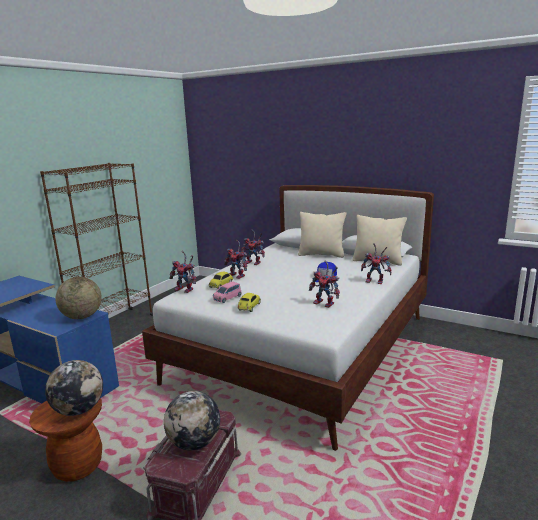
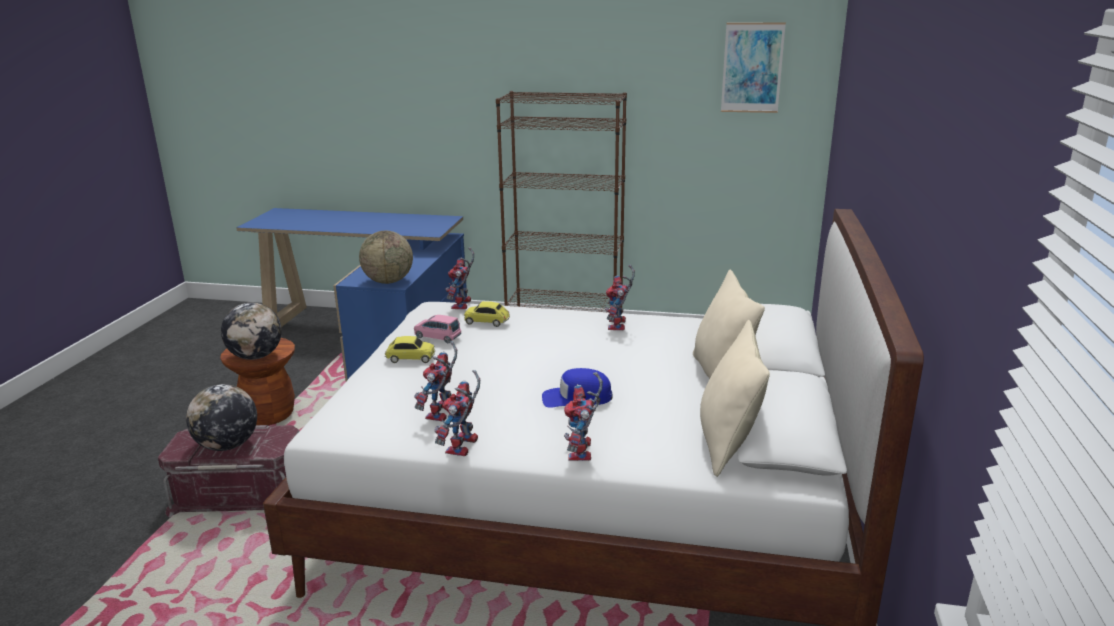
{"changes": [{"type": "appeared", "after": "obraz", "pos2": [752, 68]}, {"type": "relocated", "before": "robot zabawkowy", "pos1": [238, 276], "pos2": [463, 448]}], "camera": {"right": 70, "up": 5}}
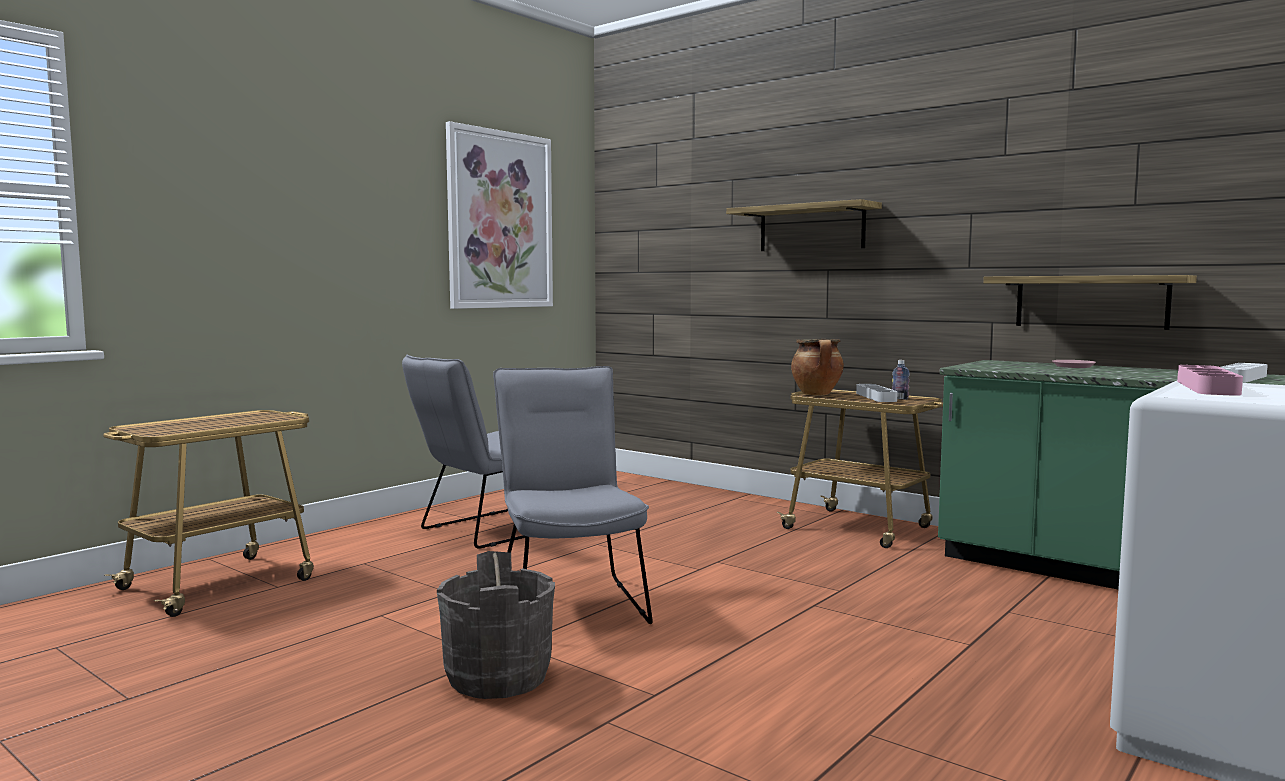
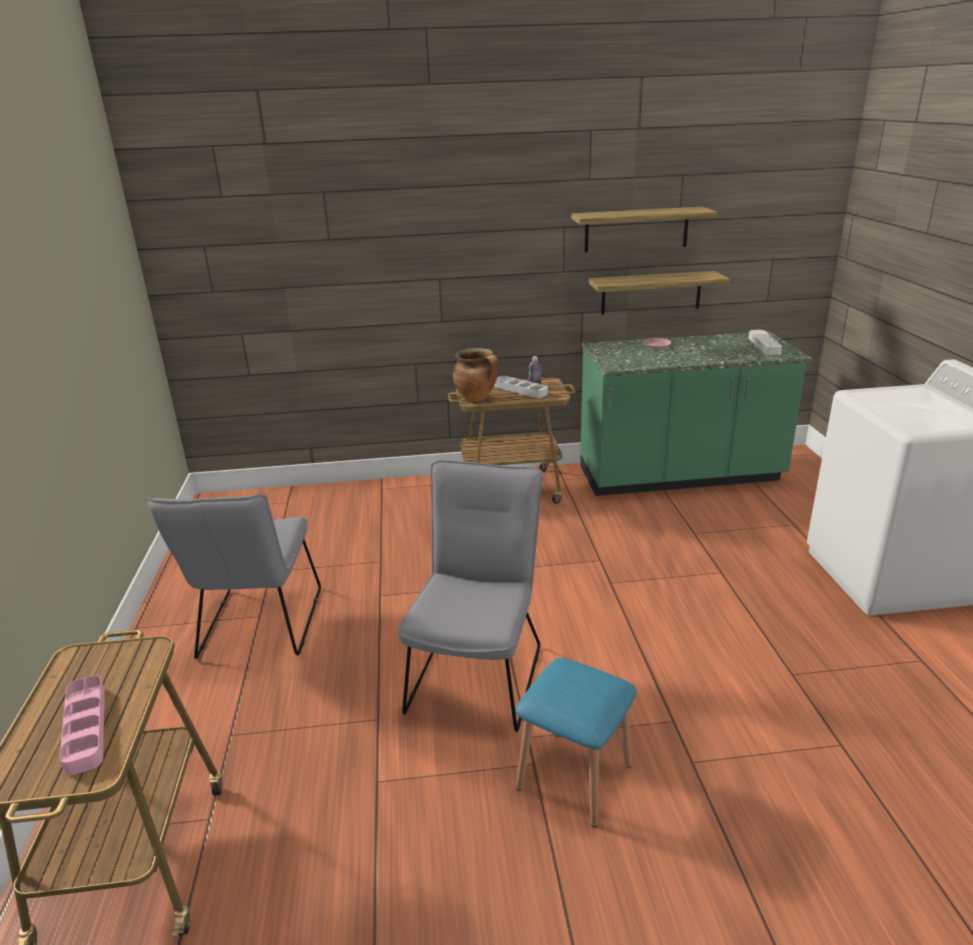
{"changes": [{"type": "missing", "before": "obraz", "pos1": [500, 220]}, {"type": "relocated", "before": "półka", "pos1": [811, 228], "pos2": [636, 229]}, {"type": "relocated", "before": "taca (różowy)", "pos1": [1207, 387], "pos2": [85, 728]}, {"type": "exchanged", "before": "wiadro (szary)", "after": "stołek (niebieski)", "pos1": [497, 677], "pos2": [574, 776]}, {"type": "spun", "before": "krzesło (szary)", "pos1": [569, 602], "pos2": [478, 671], "turn": 75}], "camera": {"right": -45, "up": 20}}
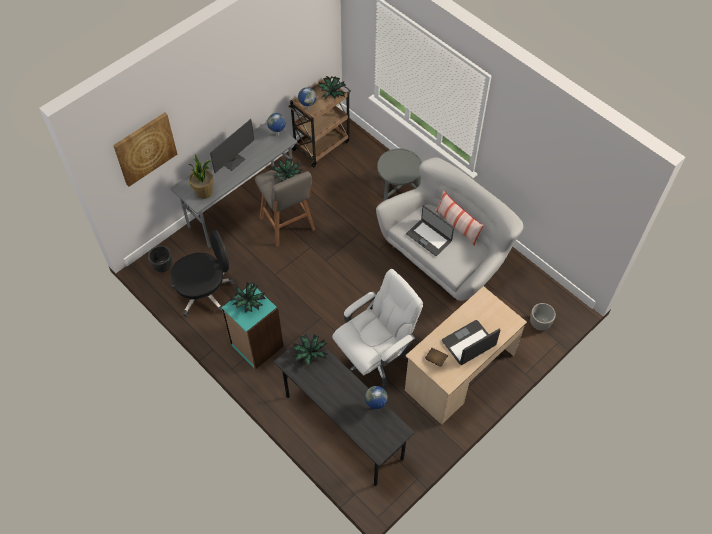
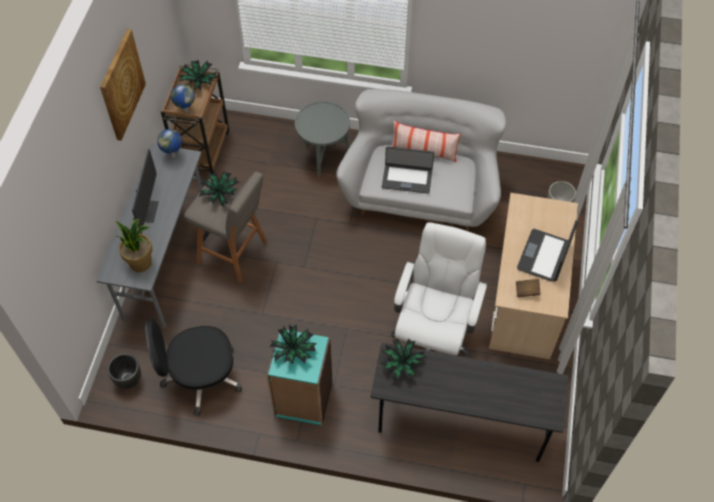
{"changes": [{"type": "missing", "before": "globus", "pos1": [376, 406]}, {"type": "relocated", "before": "obraz", "pos1": [145, 148], "pos2": [121, 85]}, {"type": "spun", "before": "krzesło biurowe (czarny)", "pos1": [205, 292], "pos2": [201, 377], "turn": -135}], "camera": {"right": -35, "up": 0}}
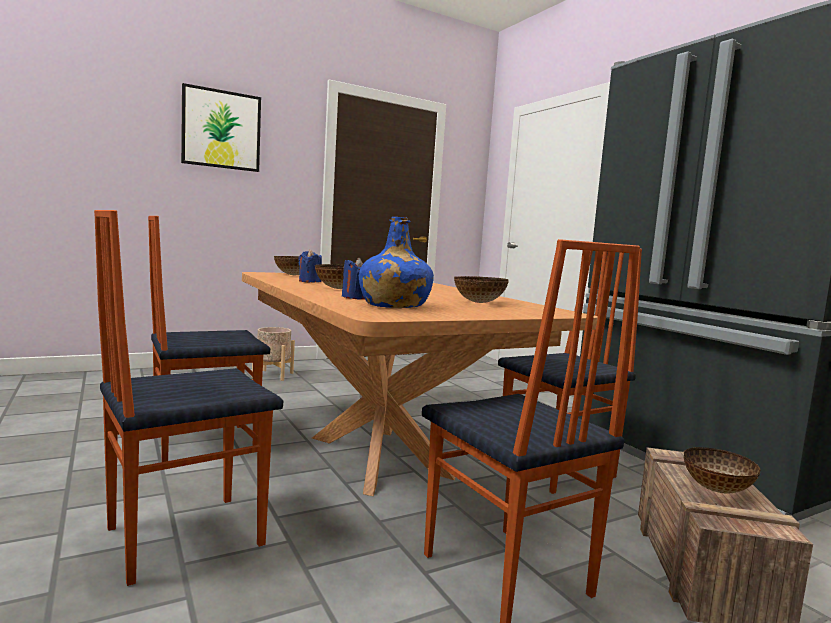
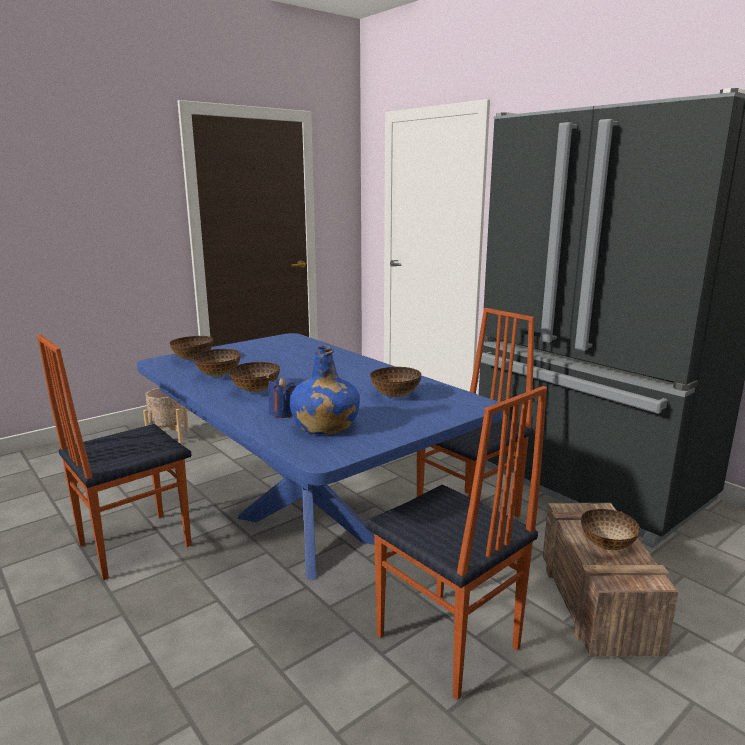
{"changes": [{"type": "missing", "before": "krzesło", "pos1": [183, 535]}, {"type": "missing", "before": "obraz", "pos1": [221, 129]}, {"type": "exchanged", "before": "świeca (niebieski)", "after": "miska", "pos1": [309, 281], "pos2": [218, 375]}, {"type": "colour", "before": "stół jadalny (brązowy)", "after": "stół jadalny (niebieski)", "pos1": [378, 456], "pos2": [307, 530]}], "camera": {"right": -10, "up": 10}}
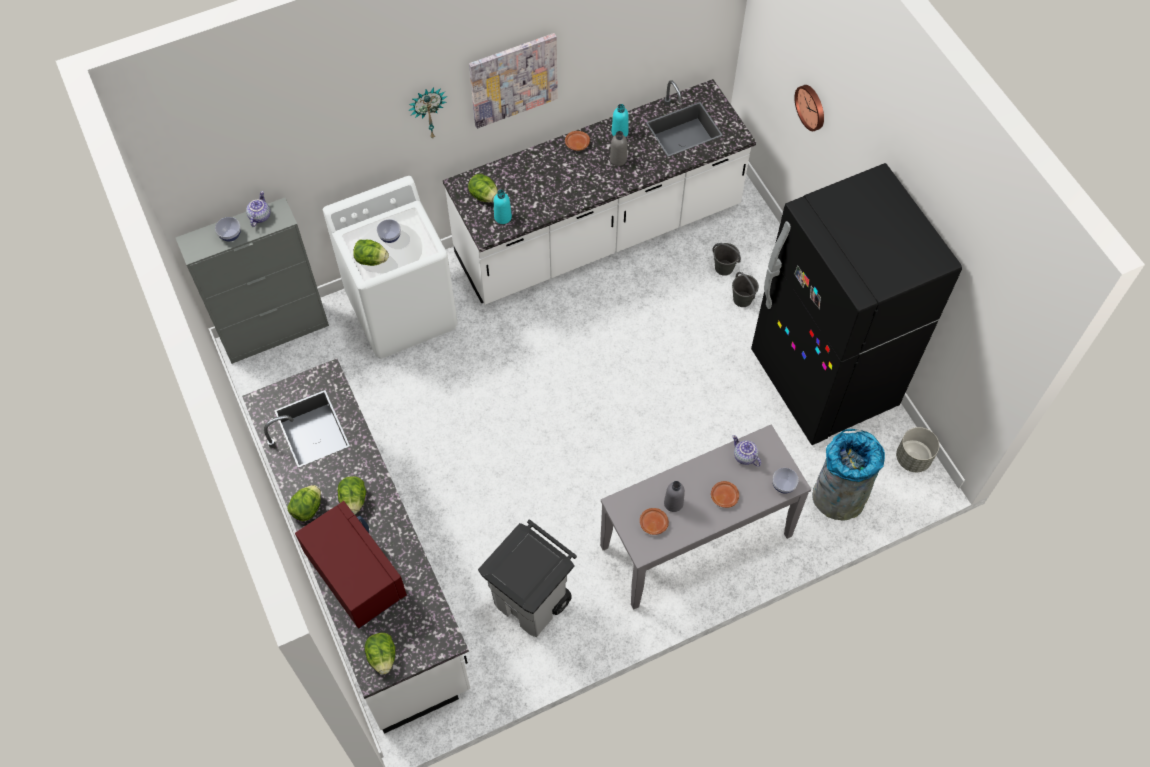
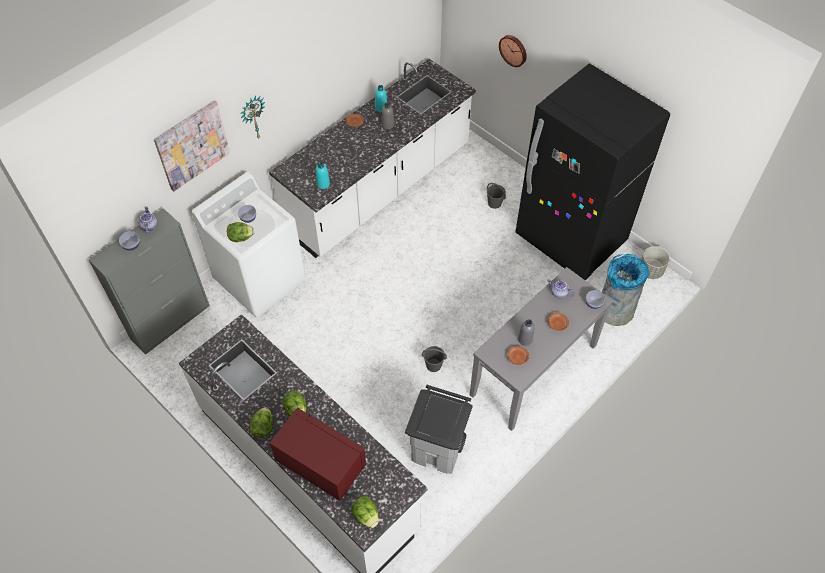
{"changes": [{"type": "missing", "before": "sałata", "pos1": [484, 196]}, {"type": "relocated", "before": "obraz", "pos1": [513, 79], "pos2": [192, 145]}, {"type": "relocated", "before": "wiadro (szary)", "pos1": [724, 268], "pos2": [434, 365]}], "camera": {"right": -20, "up": -5}}
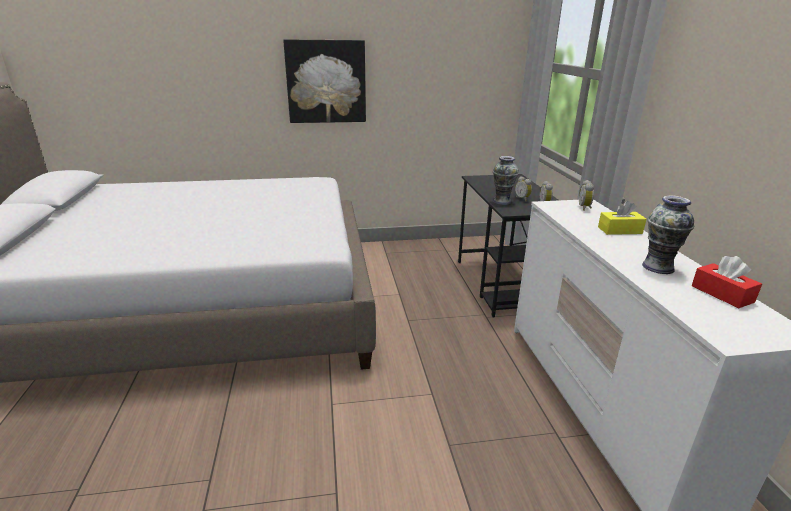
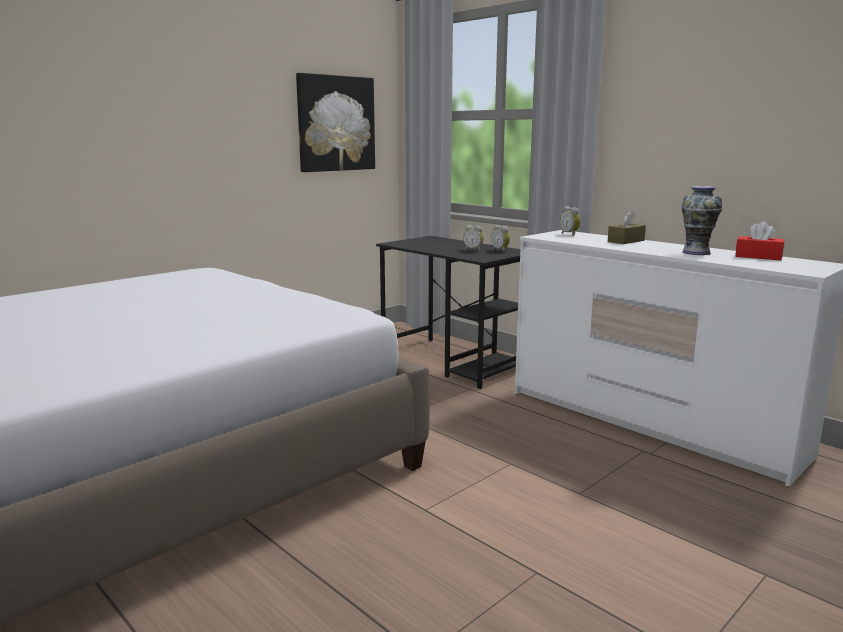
{"changes": [{"type": "missing", "before": "wazon", "pos1": [501, 201]}, {"type": "relocated", "before": "obraz", "pos1": [326, 82], "pos2": [335, 123]}, {"type": "colour", "before": "pudełko chusteczek (żółty)", "after": "pudełko chusteczek (brązowy)", "pos1": [619, 230], "pos2": [626, 241]}], "camera": {"right": -35, "up": -10}}
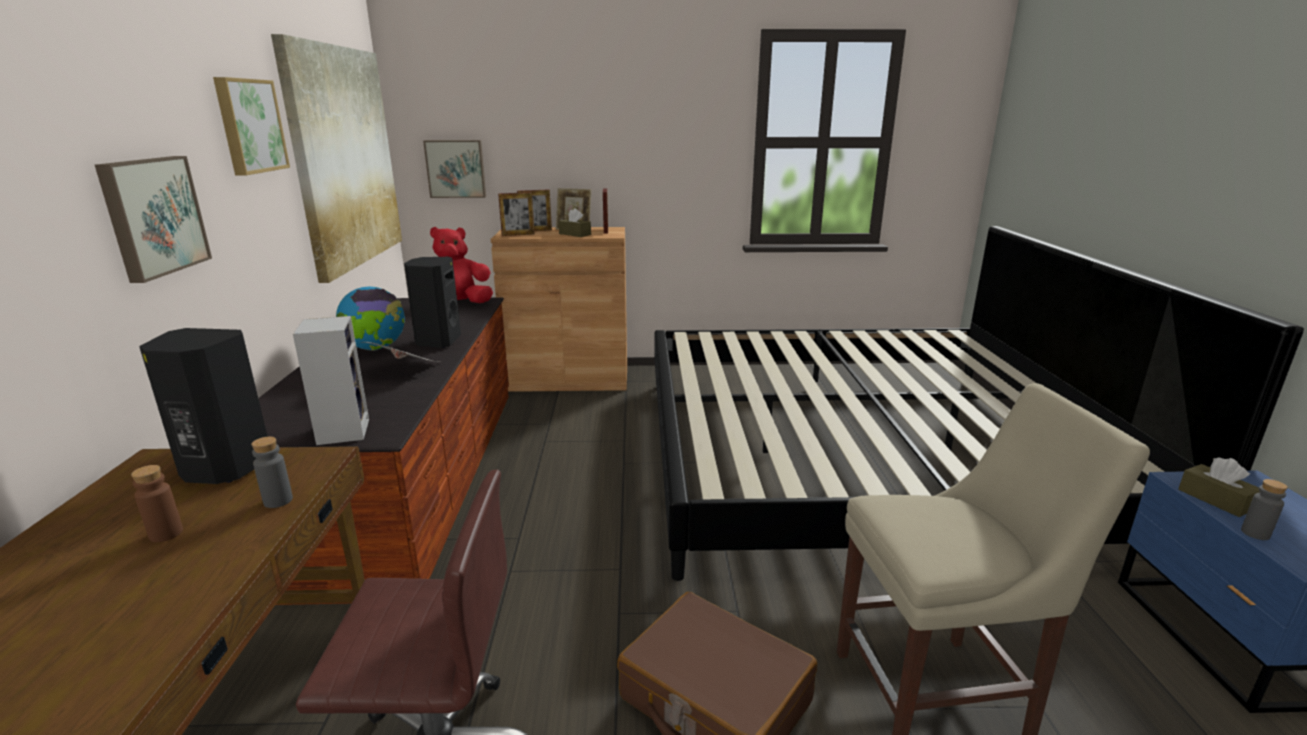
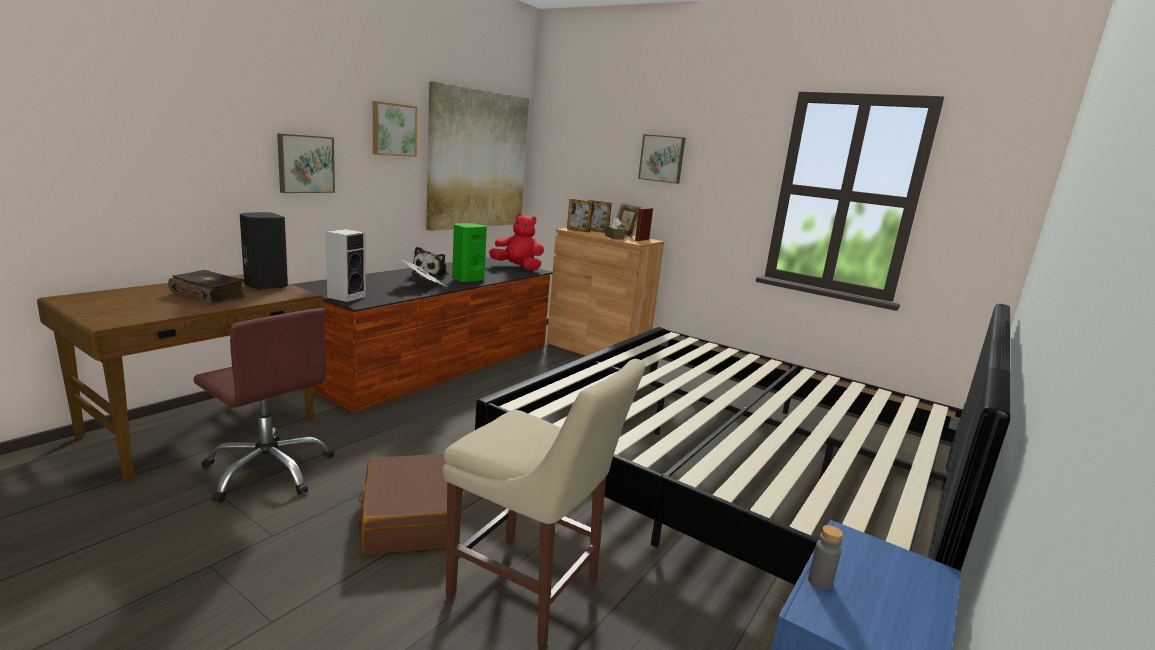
{"changes": [{"type": "missing", "before": "butelka (szary)", "pos1": [278, 501]}, {"type": "missing", "before": "pudełko chusteczek (brązowy)", "pos1": [1215, 499]}, {"type": "relocated", "before": "obraz", "pos1": [456, 169], "pos2": [662, 158]}, {"type": "exchanged", "before": "butelka (brązowy)", "after": "książka", "pos1": [166, 534], "pos2": [209, 295]}, {"type": "exchanged", "before": "globus", "after": "pluszak", "pos1": [375, 349], "pos2": [432, 274]}, {"type": "colour", "before": "głośnik (czarny)", "after": "głośnik (zielony)", "pos1": [437, 341], "pos2": [467, 279]}], "camera": {"right": 35, "up": -5}}
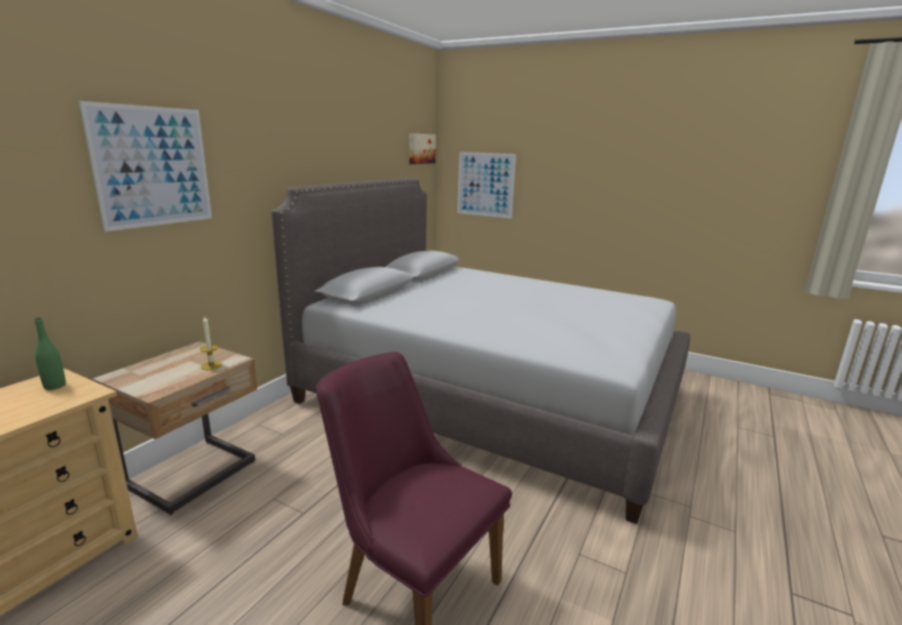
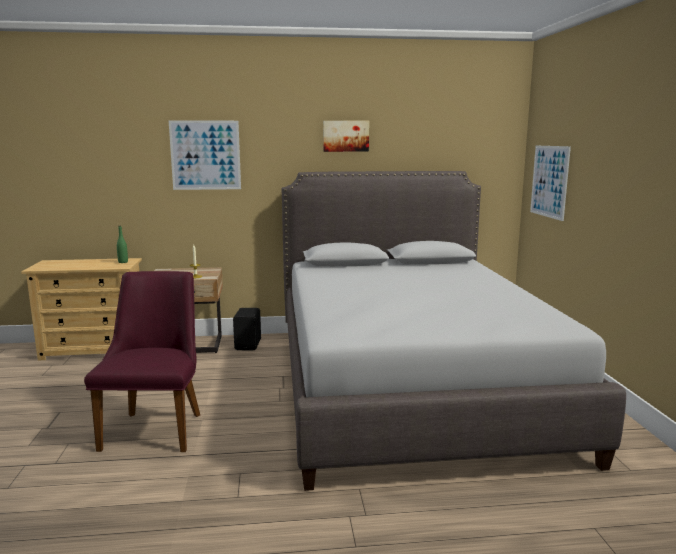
{"changes": [{"type": "appeared", "after": "głośnik (czarny)", "pos2": [249, 345]}, {"type": "relocated", "before": "obraz", "pos1": [421, 148], "pos2": [345, 136]}], "camera": {"right": 55, "up": -5}}
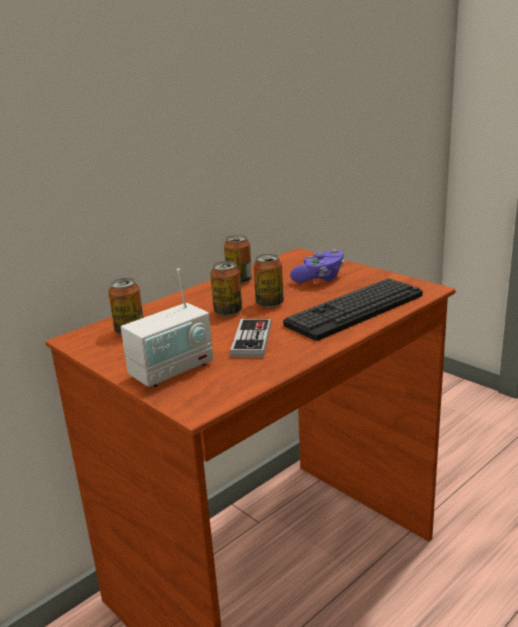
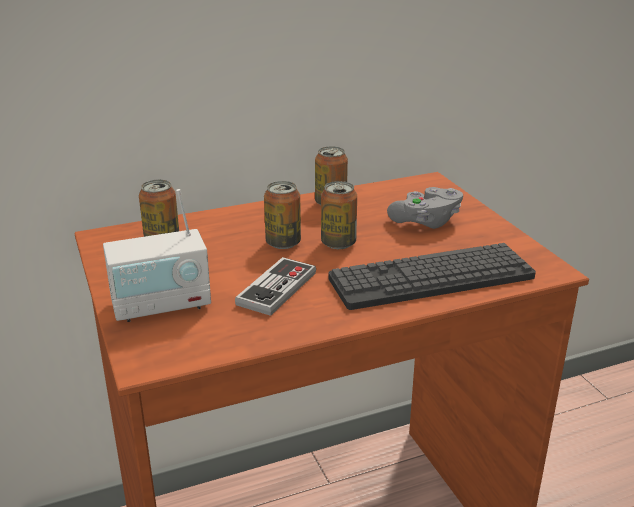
{"changes": [{"type": "colour", "before": "pad do gier (fioletowy)", "after": "pad do gier (szary)", "pos1": [319, 278], "pos2": [426, 221]}], "camera": {"right": 20, "up": 5}}
